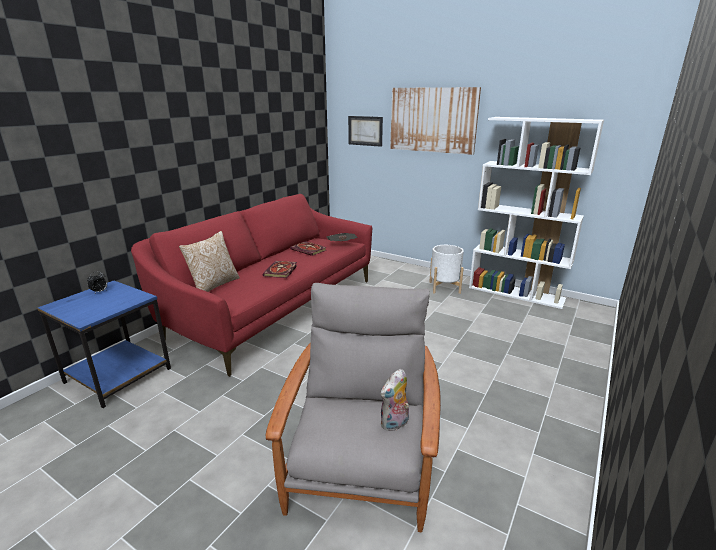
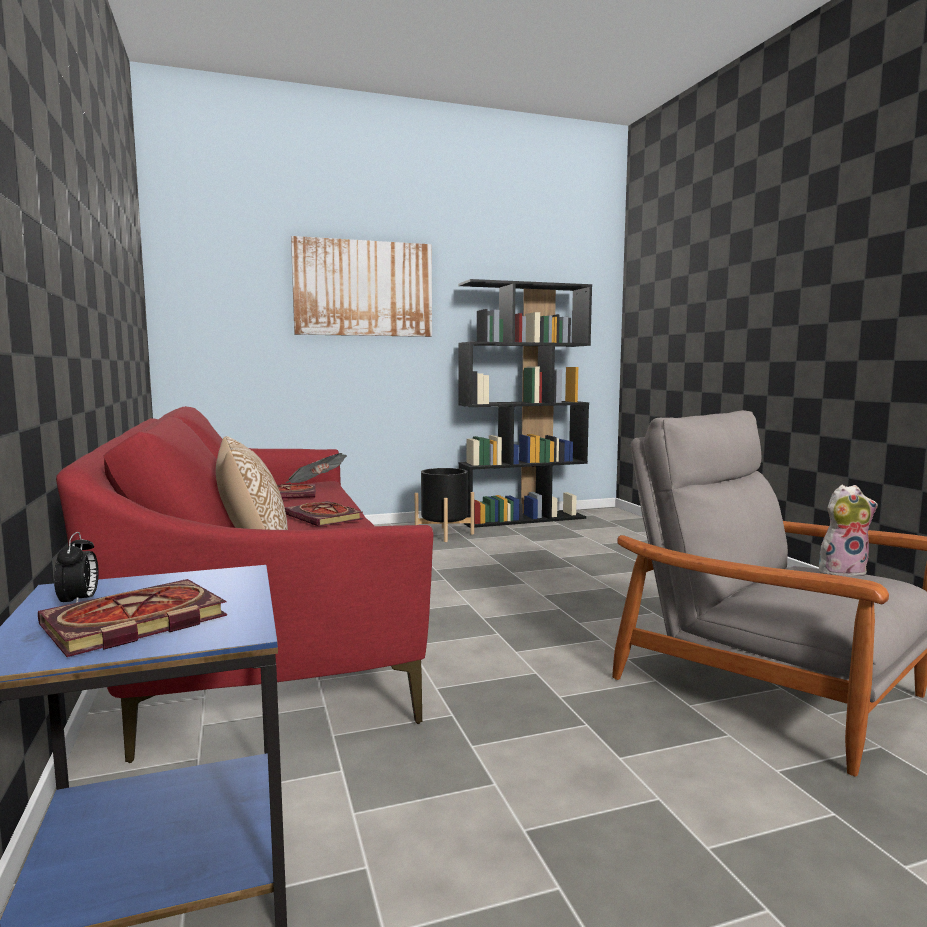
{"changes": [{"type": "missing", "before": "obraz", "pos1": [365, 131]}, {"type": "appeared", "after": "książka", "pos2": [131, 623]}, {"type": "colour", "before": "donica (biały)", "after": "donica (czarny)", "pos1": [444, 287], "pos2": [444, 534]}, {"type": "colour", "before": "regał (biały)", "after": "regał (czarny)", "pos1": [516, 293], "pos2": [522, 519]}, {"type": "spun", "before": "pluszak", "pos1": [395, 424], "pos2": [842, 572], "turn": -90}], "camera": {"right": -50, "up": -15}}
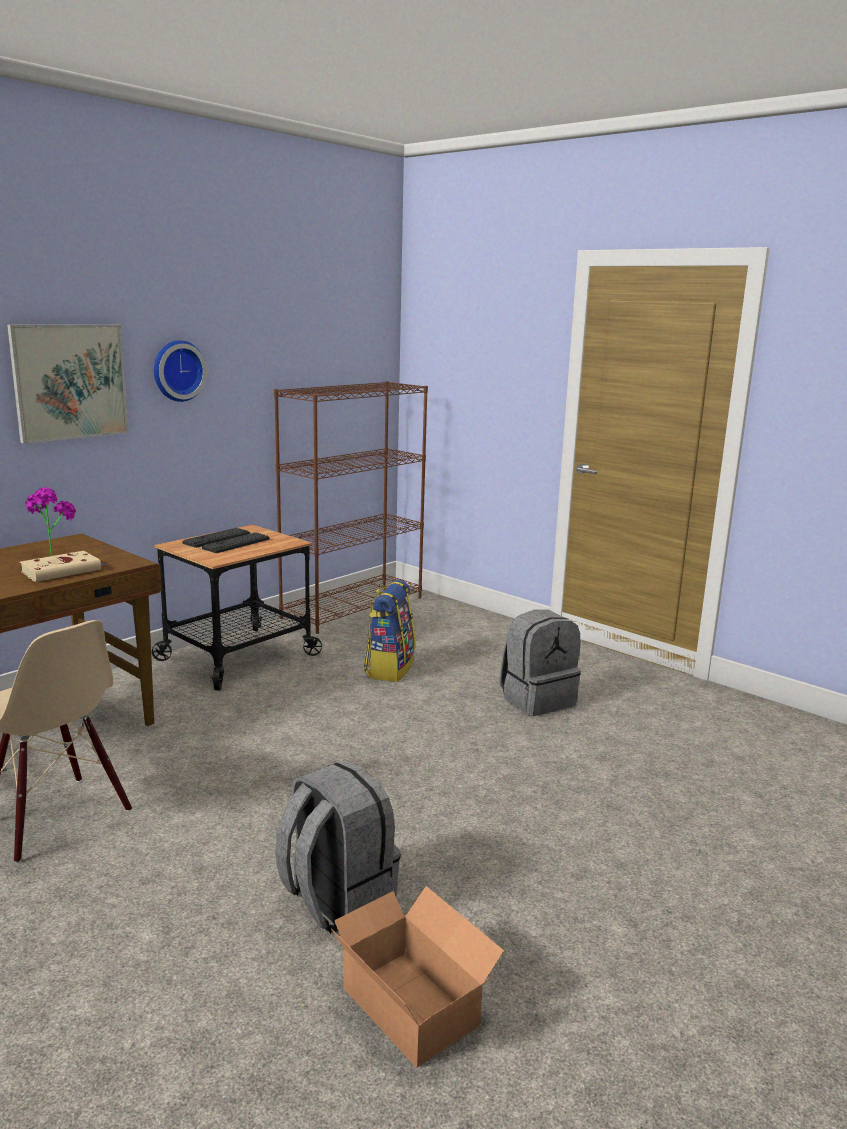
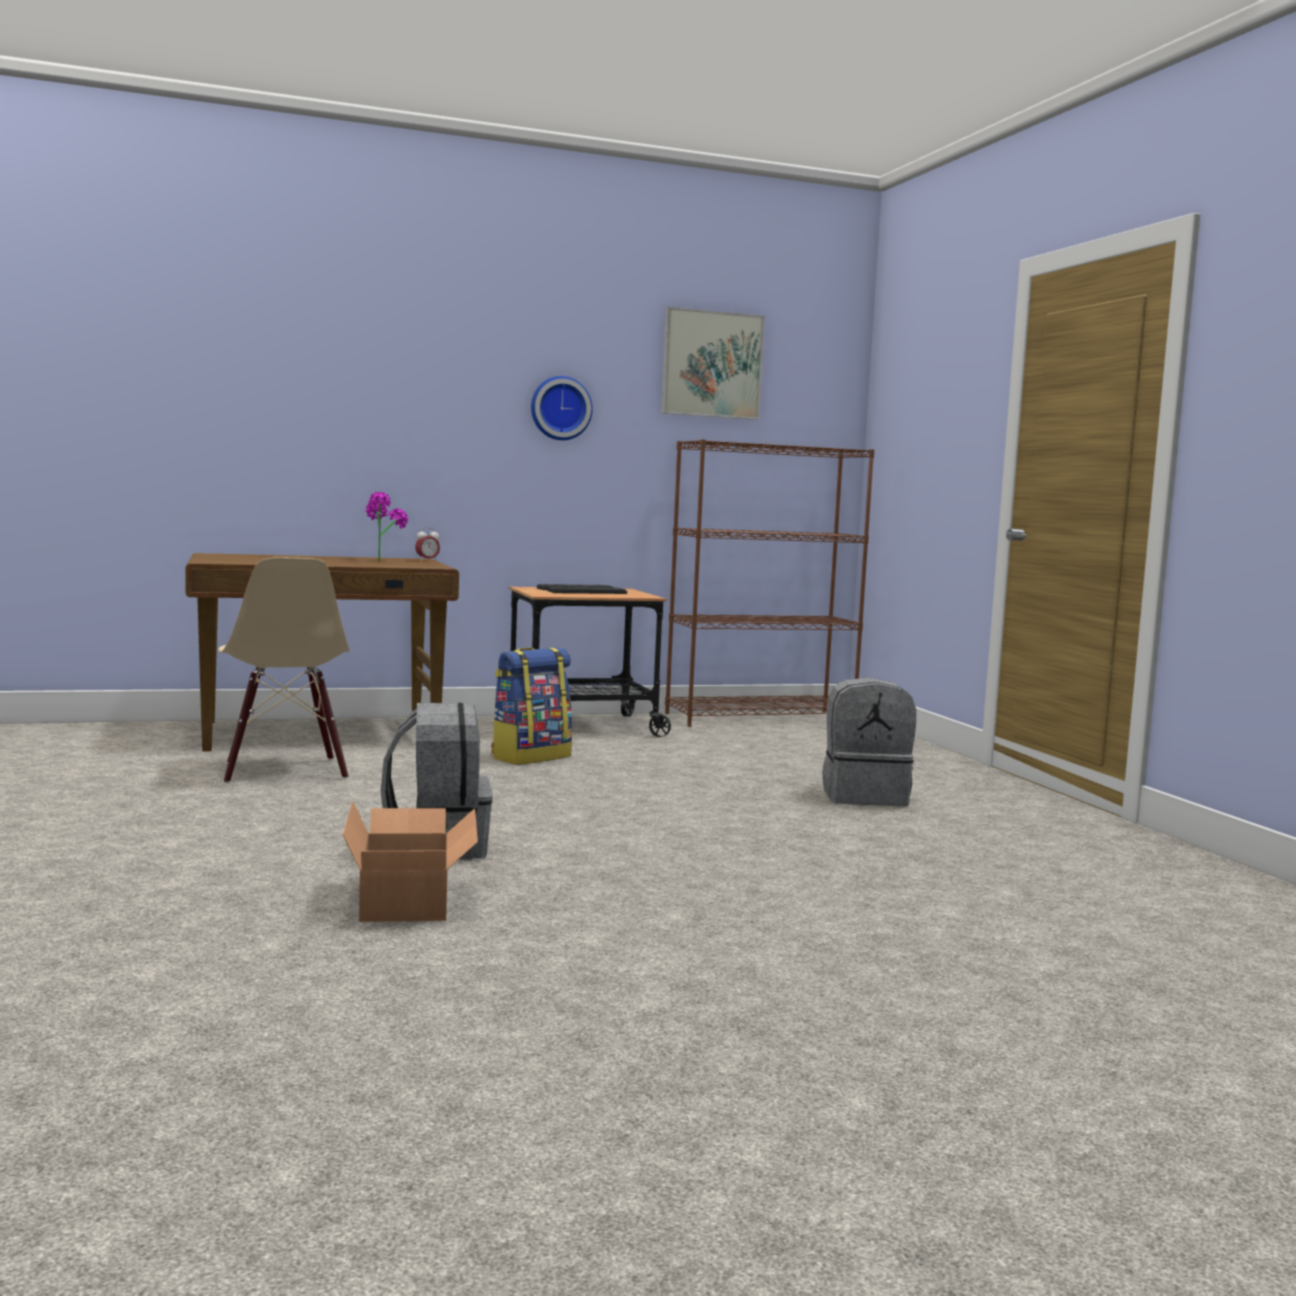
{"changes": [{"type": "missing", "before": "książka (beżowy)", "pos1": [63, 571]}, {"type": "appeared", "after": "budzik", "pos2": [427, 561]}, {"type": "relocated", "before": "obraz", "pos1": [70, 381], "pos2": [712, 364]}, {"type": "relocated", "before": "plecak", "pos1": [389, 668], "pos2": [530, 757]}], "camera": {"right": 30, "up": -10}}
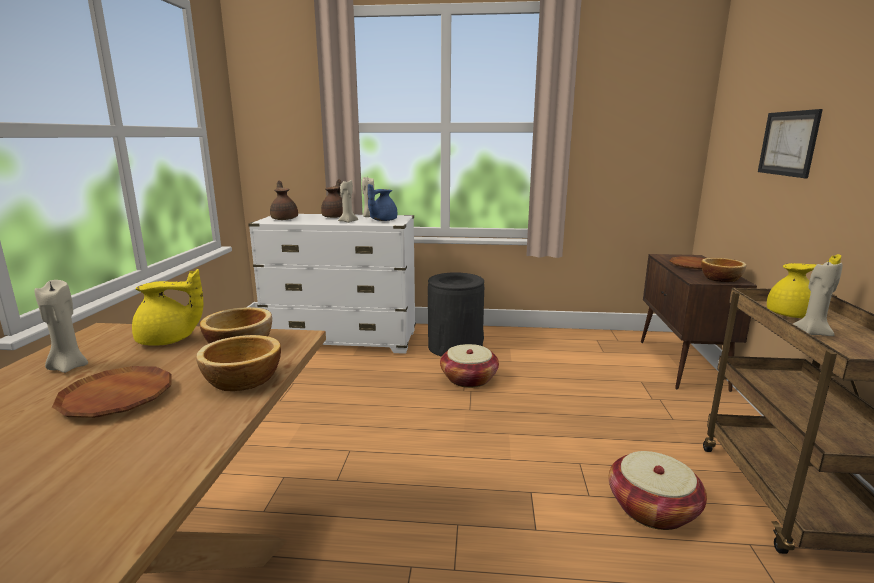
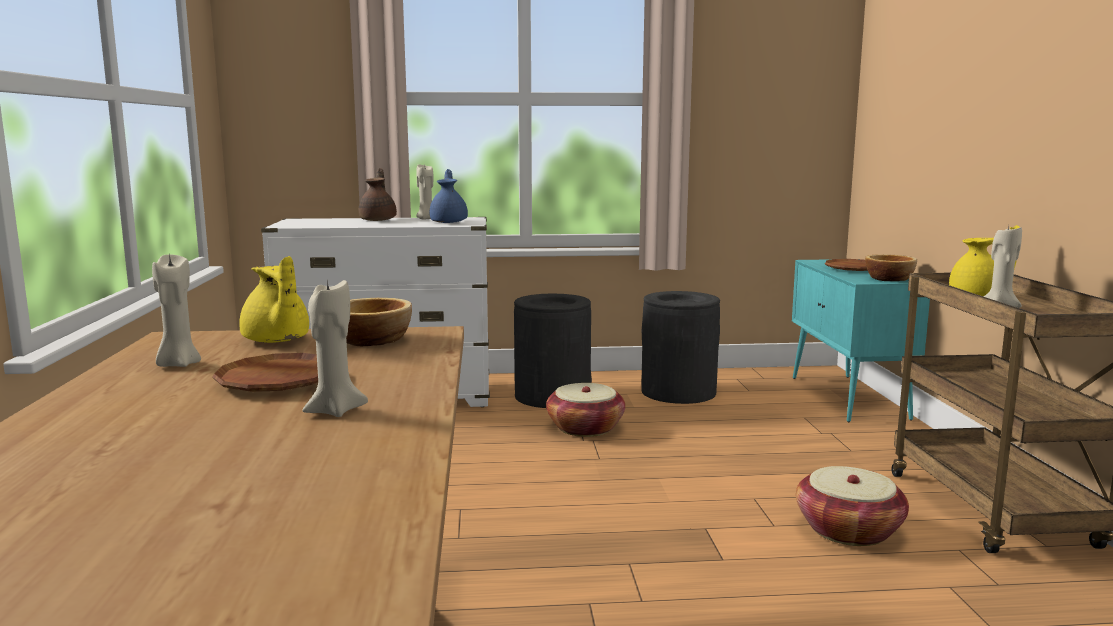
{"changes": [{"type": "missing", "before": "miska", "pos1": [241, 381]}, {"type": "missing", "before": "imbryk (brązowy)", "pos1": [285, 219]}, {"type": "missing", "before": "obraz", "pos1": [788, 143]}, {"type": "appeared", "after": "kosz na śmieci (czarny)", "pos2": [678, 392]}, {"type": "relocated", "before": "świeca (beżowy)", "pos1": [347, 221], "pos2": [334, 411]}, {"type": "colour", "before": "szafka (brązowy)", "after": "szafka (turkusowy)", "pos1": [682, 365], "pos2": [848, 398]}, {"type": "spun", "before": "imbryk (żółty)", "pos1": [169, 341], "pos2": [276, 341], "turn": 75}, {"type": "spun", "before": "imbryk (niebieski)", "pos1": [382, 220], "pos2": [449, 222], "turn": 150}], "camera": {"right": -10, "up": -5}}
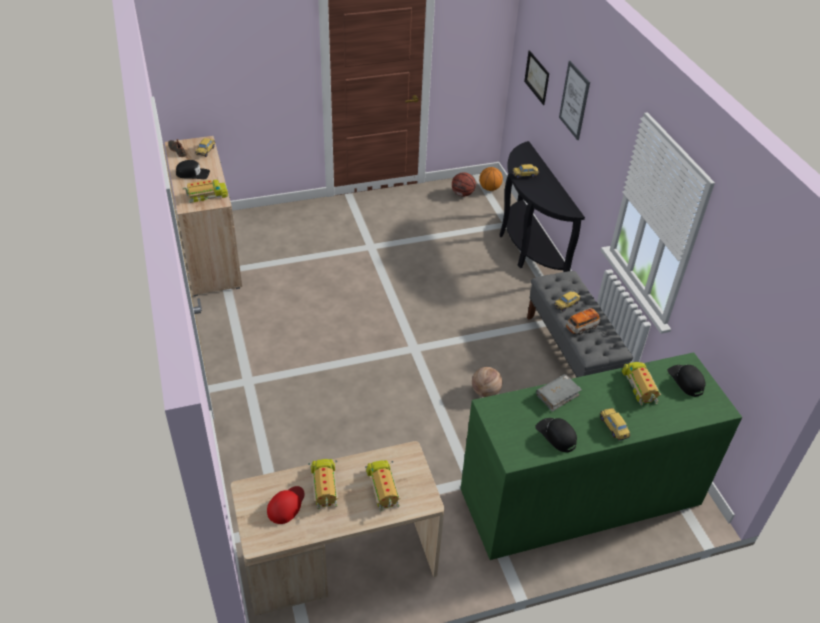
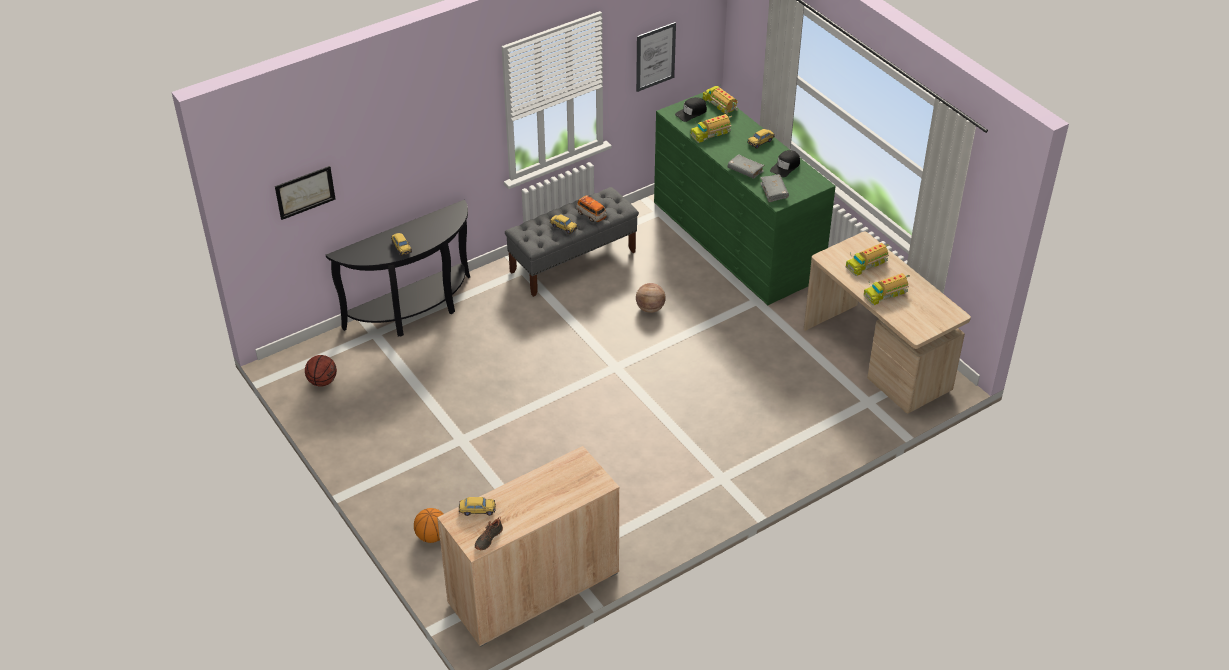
{"changes": [{"type": "missing", "before": "czapka z daszkiem (czarny)", "pos1": [193, 174]}, {"type": "missing", "before": "czapka z daszkiem (czerwony)", "pos1": [286, 505]}, {"type": "appeared", "after": "książka (szary)", "pos2": [774, 191]}, {"type": "relocated", "before": "ciężarówka zabawkowa", "pos1": [207, 196], "pos2": [720, 104]}, {"type": "relocated", "before": "piłka do koszykówki", "pos1": [489, 188], "pos2": [432, 536]}, {"type": "relocated", "before": "obraz", "pos1": [574, 100], "pos2": [655, 56]}], "camera": {"right": -105, "up": 0}}
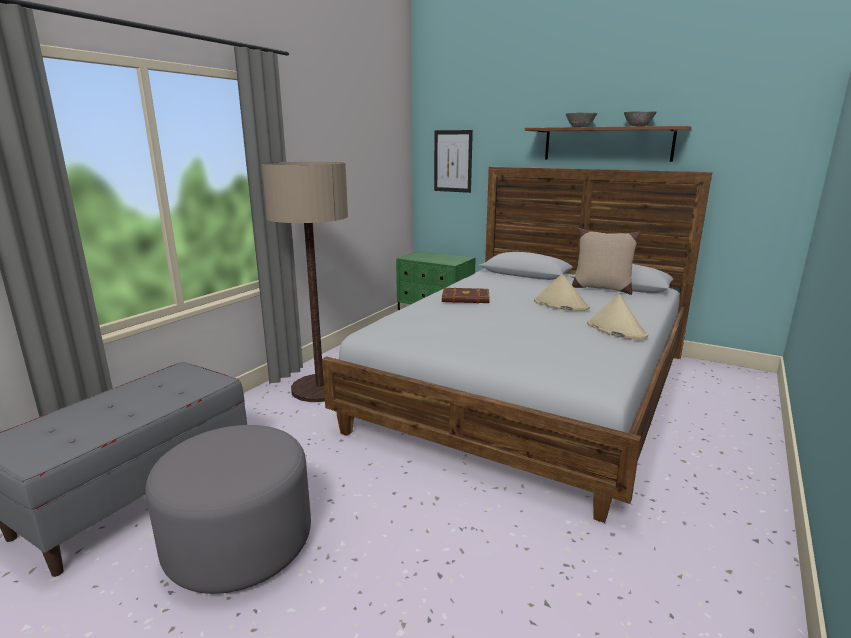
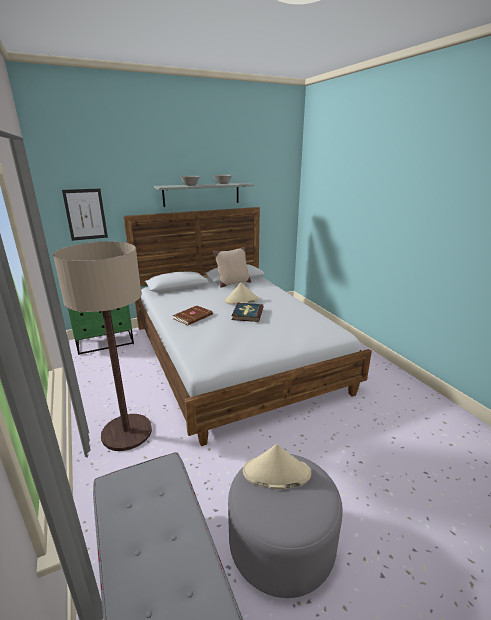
{"changes": [{"type": "appeared", "after": "książka", "pos2": [247, 314]}, {"type": "relocated", "before": "kapelusz (beżowy)", "pos1": [615, 329], "pos2": [276, 473]}, {"type": "colour", "before": "półka (brązowy)", "after": "półka (szary)", "pos1": [607, 144], "pos2": [201, 194]}], "camera": {"right": -55, "up": 5}}
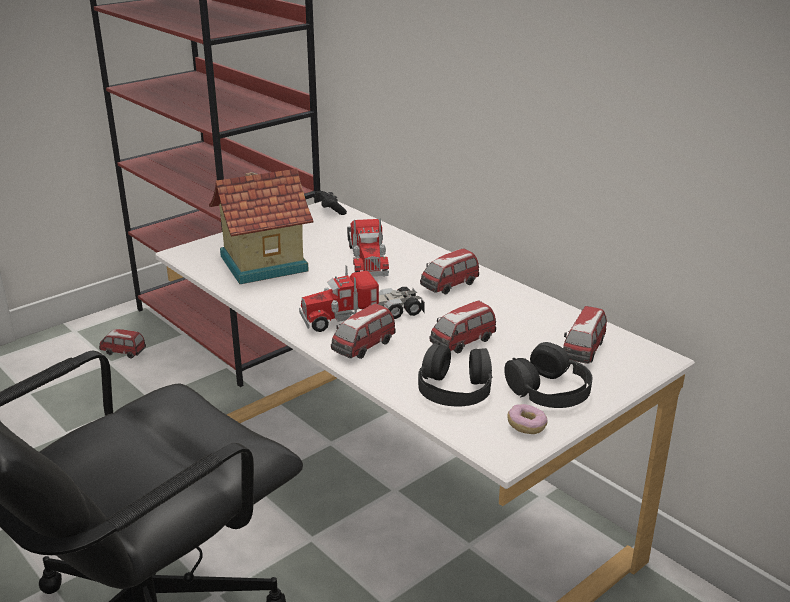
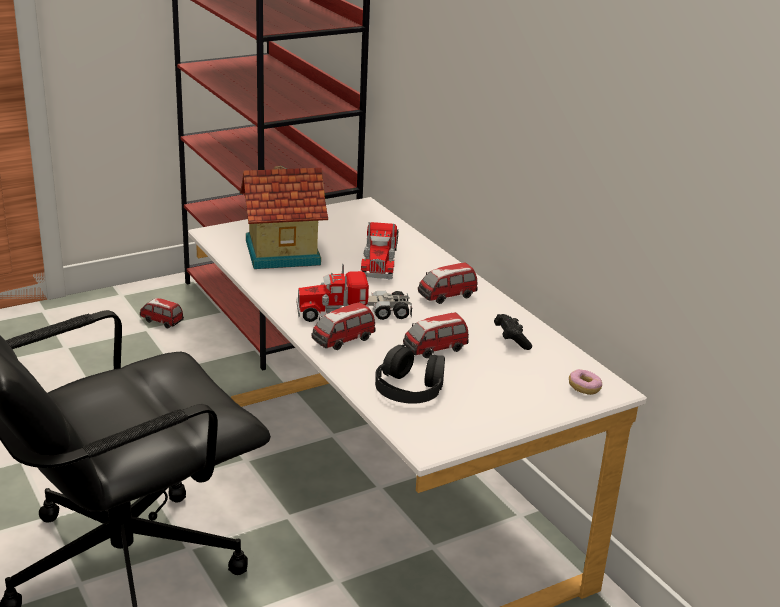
{"changes": [{"type": "missing", "before": "słuchawki (czarny)", "pos1": [549, 390]}, {"type": "missing", "before": "samochodzik", "pos1": [583, 351]}, {"type": "relocated", "before": "pad do gier (czarny)", "pos1": [329, 210], "pos2": [511, 340]}, {"type": "relocated", "before": "donut", "pos1": [526, 426], "pos2": [584, 388]}], "camera": {"right": 10, "up": 0}}
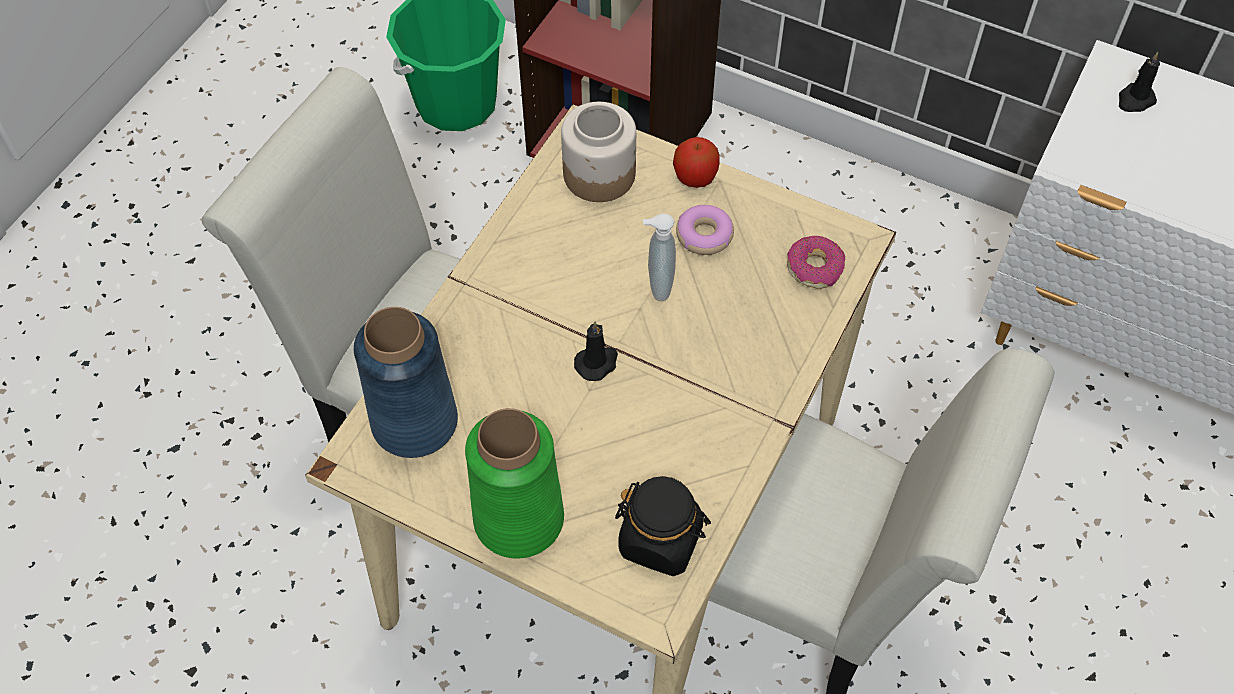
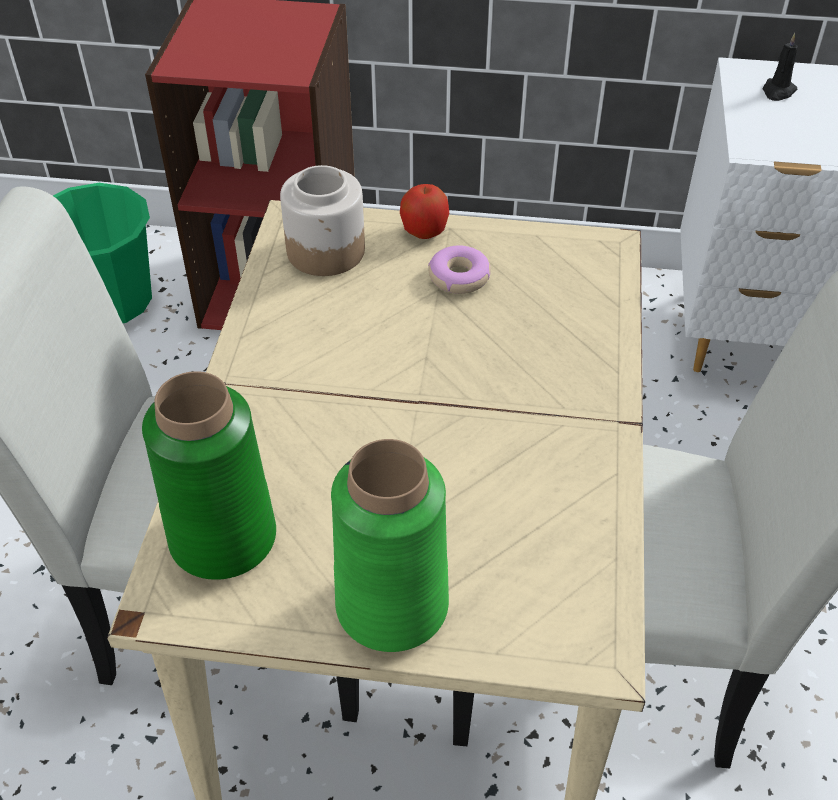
{"changes": [{"type": "missing", "before": "świeca (czarny)", "pos1": [597, 363]}, {"type": "missing", "before": "słoik (czarny)", "pos1": [661, 540]}, {"type": "missing", "before": "dozownik mydła", "pos1": [657, 285]}, {"type": "missing", "before": "donut", "pos1": [815, 268]}, {"type": "colour", "before": "wazon (niebieski)", "after": "wazon (zielony)", "pos1": [414, 422], "pos2": [223, 538]}], "camera": {"right": -20, "up": -10}}
